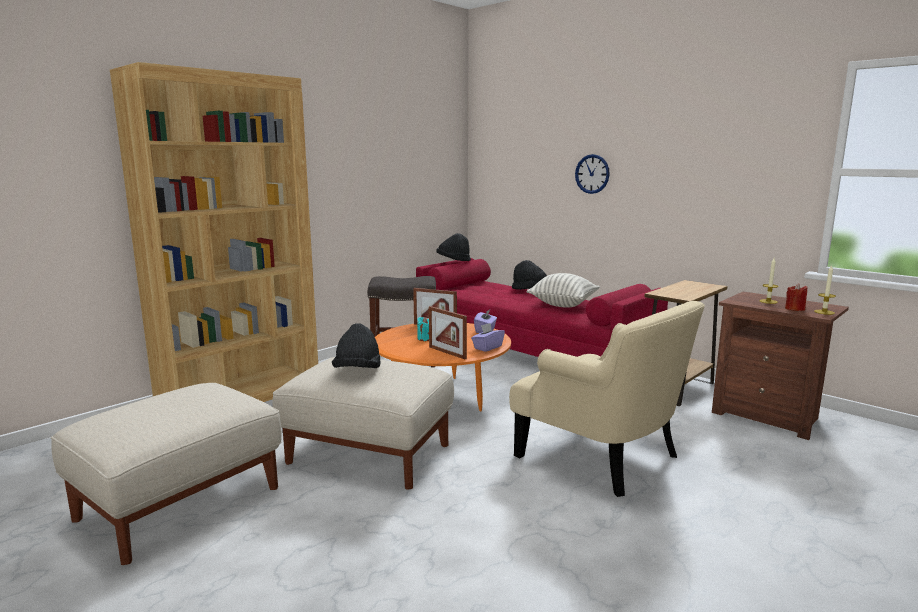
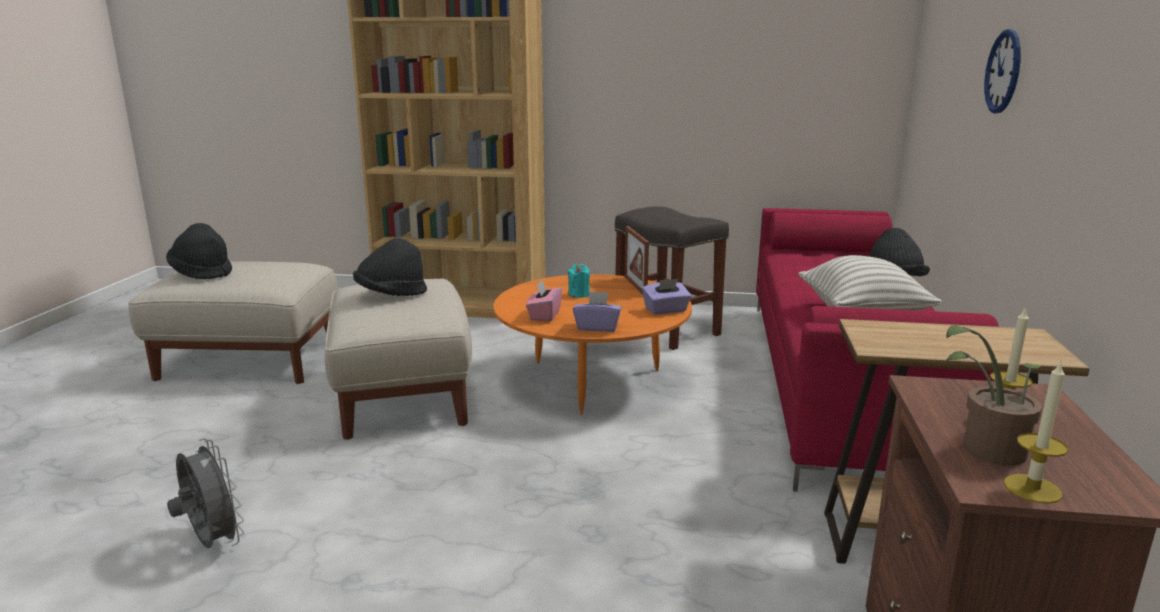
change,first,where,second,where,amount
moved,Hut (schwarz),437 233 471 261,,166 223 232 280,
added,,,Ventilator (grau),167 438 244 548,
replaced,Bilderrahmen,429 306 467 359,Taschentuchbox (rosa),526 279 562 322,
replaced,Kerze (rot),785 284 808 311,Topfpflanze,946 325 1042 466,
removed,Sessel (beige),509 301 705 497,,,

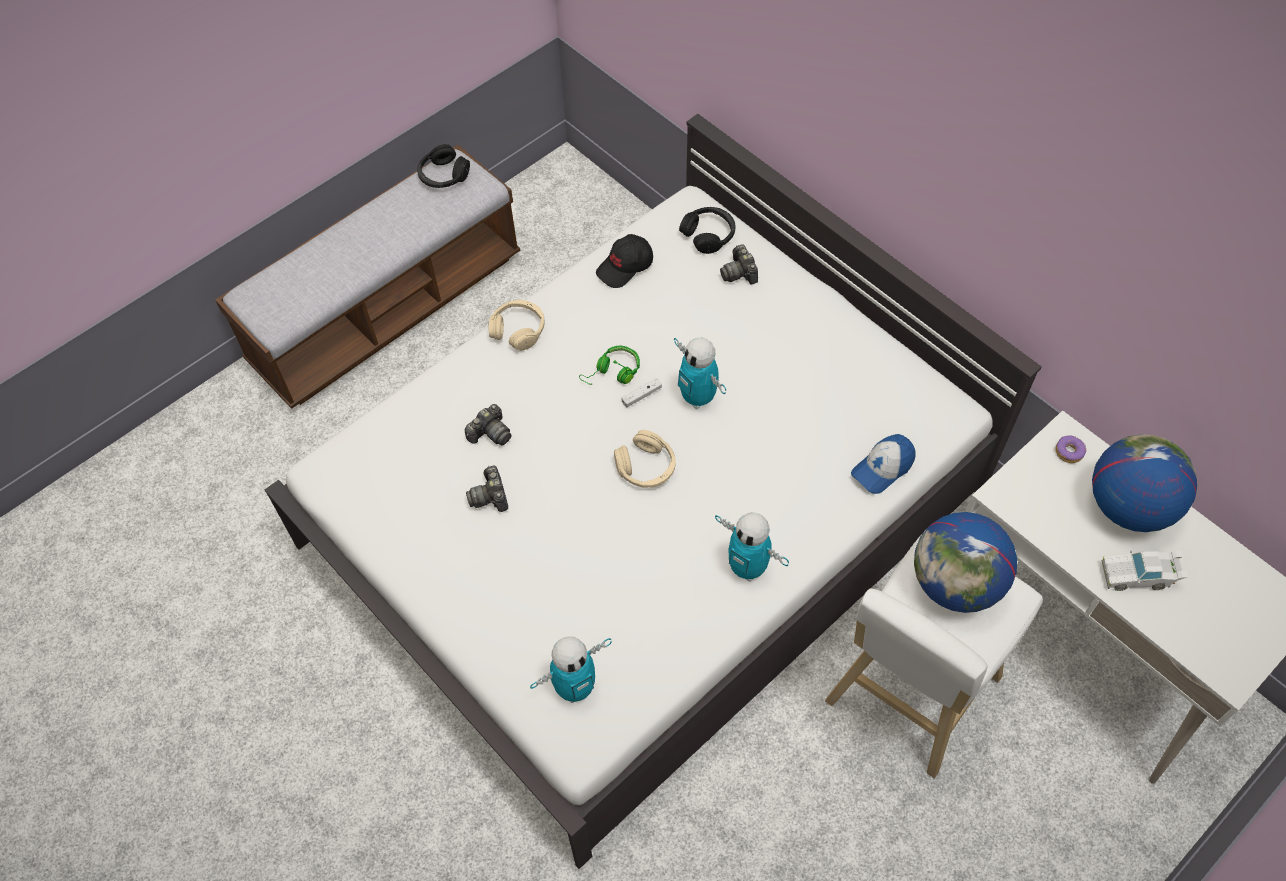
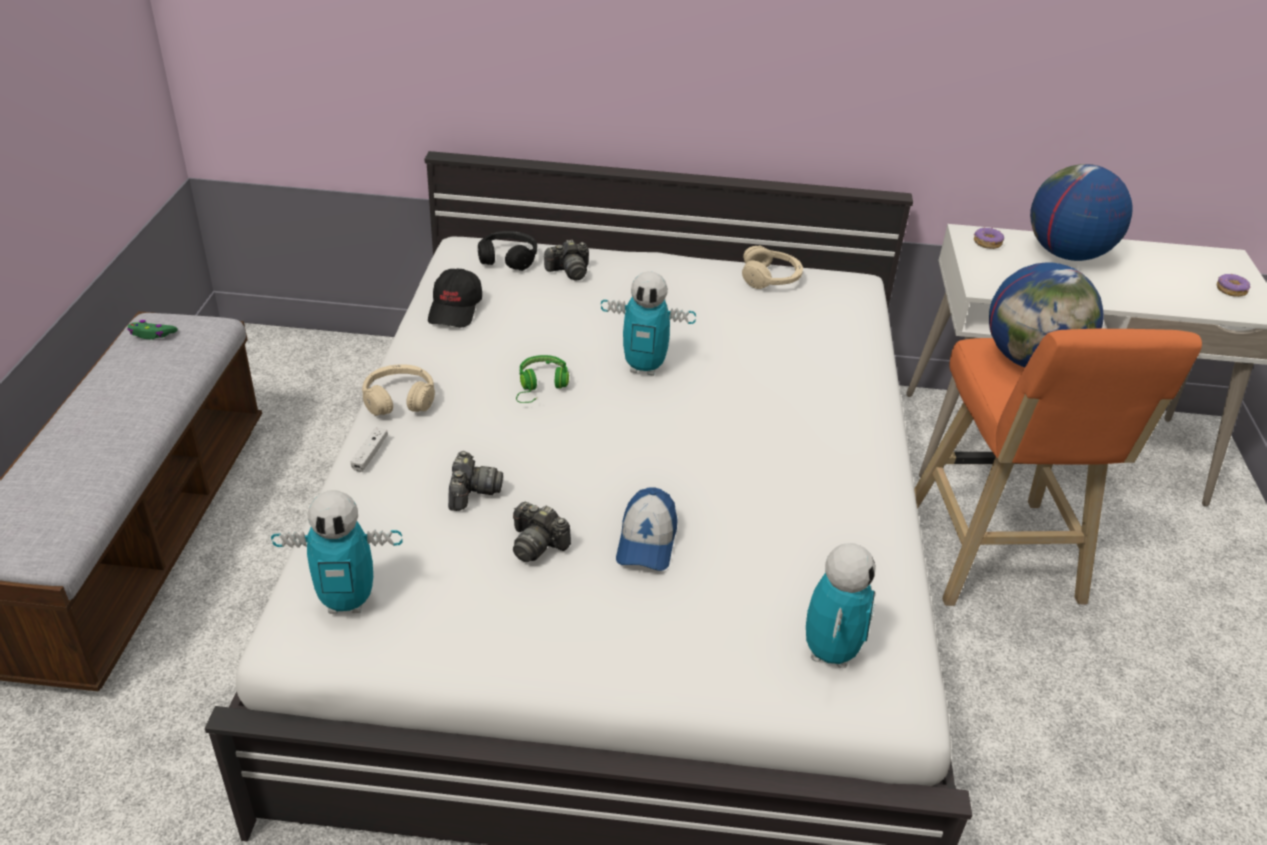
change,first,where,second,where,amount
replaced,Kopfhörer (schwarz),417 144 470 188,Gamepad (grün),127 320 178 339,
moved,Spielzeugroboter,715 512 789 582,,271 490 402 614,
moved,Gamepad (weiß),621 378 662 408,,351 428 388 472,
turned,Kamera,720 244 758 284,,544 239 589 280,45 degrees counterclockwise
moved,Kappe,851 434 916 494,,616 487 678 571,
moved,Kopfhörer (beige),614 430 676 488,,742 245 803 289,
recoloured,Hocker (weiß),825 532 1043 778,Hocker (orange),914 329 1202 606,
added,,,Donut,1217 274 1250 297,
removed,Spielzeugauto (weiß),1102 550 1188 591,,,

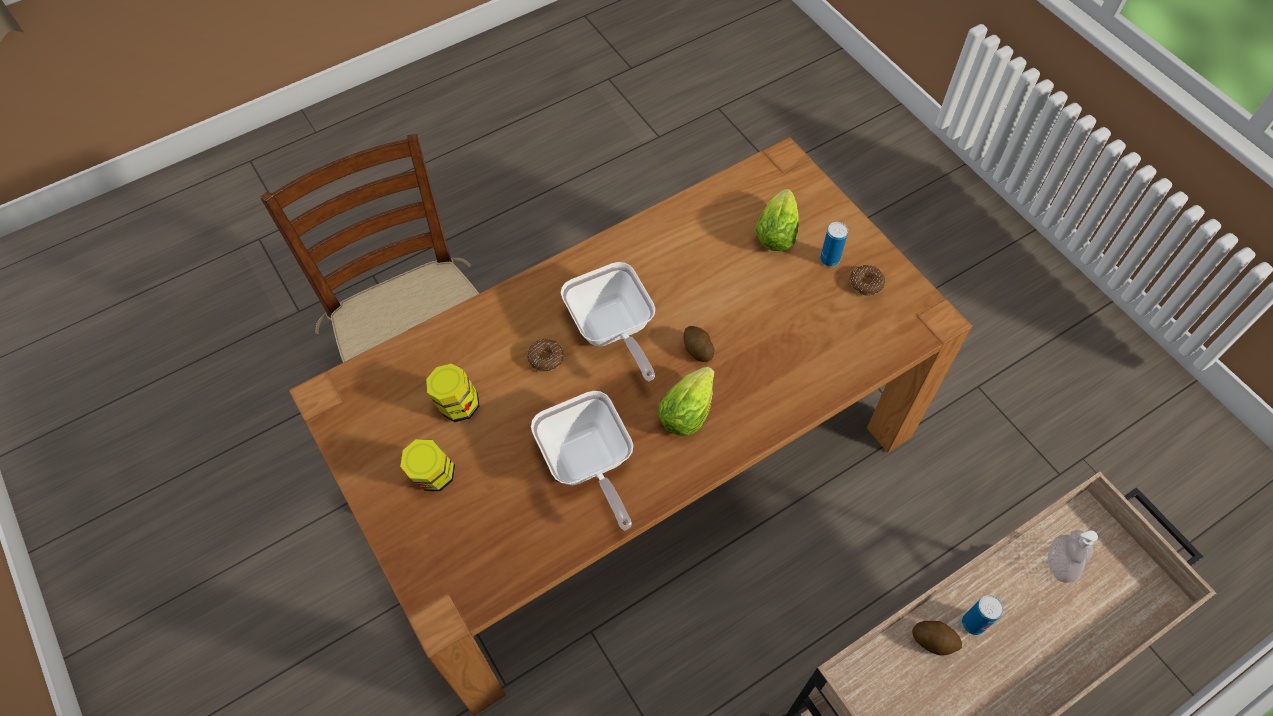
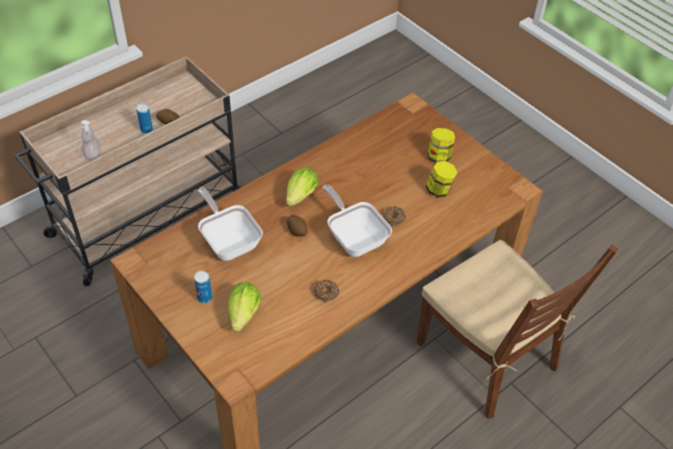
change,first,where,second,where,amount
moved,Pfanne,531 391 633 530,,198 188 263 261,
moved,Donut,850 265 885 296,,314 280 339 302,

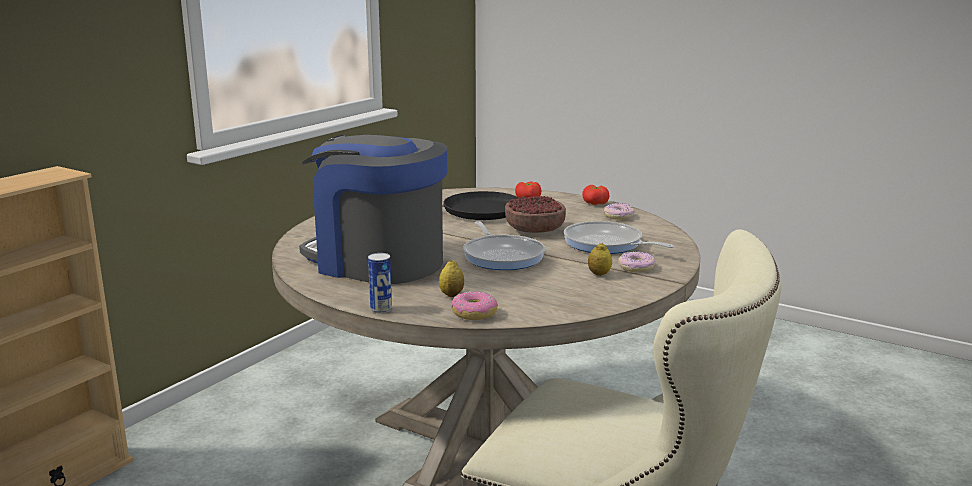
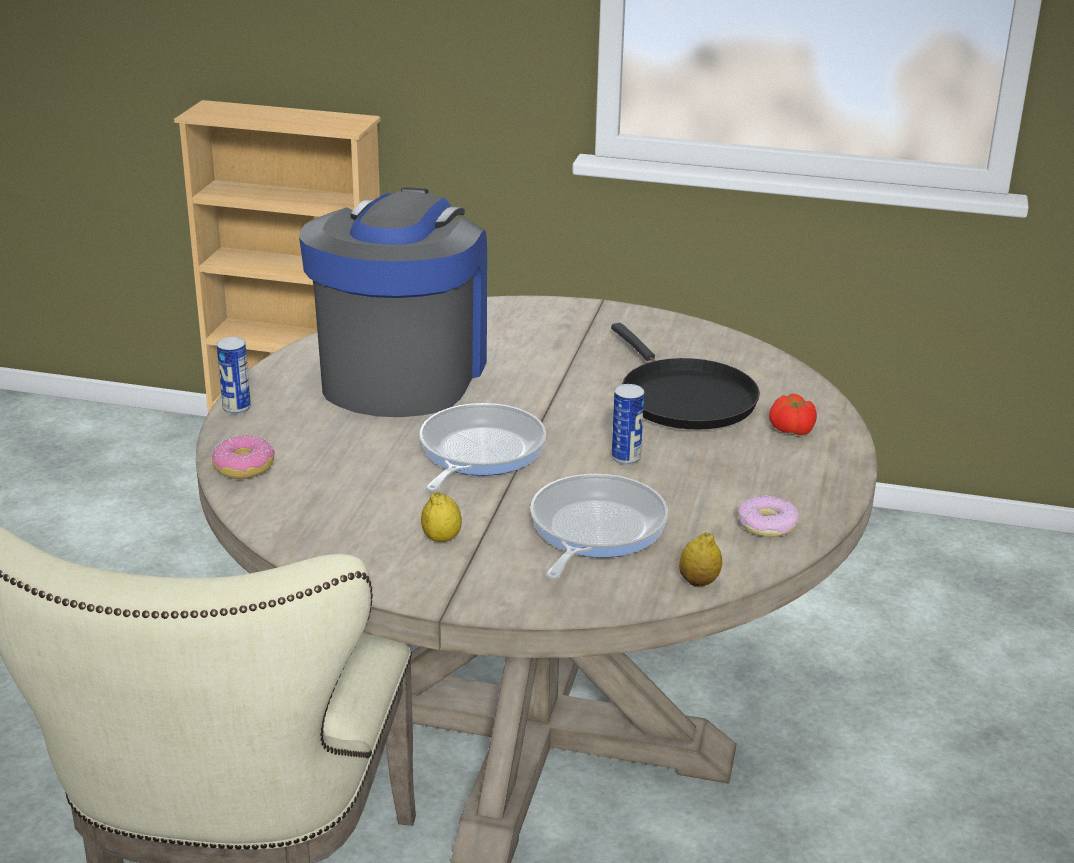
change,first,where,second,where,amount
turned,Pfanne,464 221 545 270,,419 403 546 492,150 degrees clockwise
replaced,Schüssel,505 196 566 233,Dose,612 384 644 465,
moved,Zitrone,439 260 464 297,,679 532 722 586,
removed,Tomate,582 185 609 205,,,
removed,Donut,618 251 655 273,,,

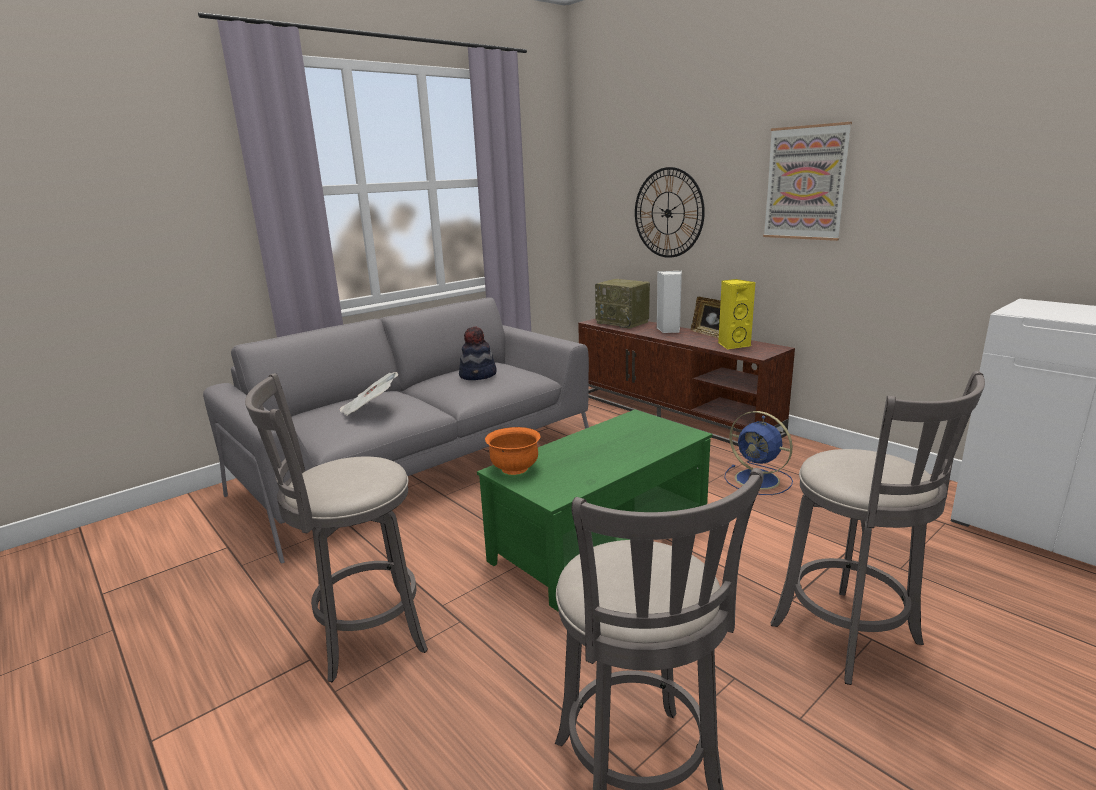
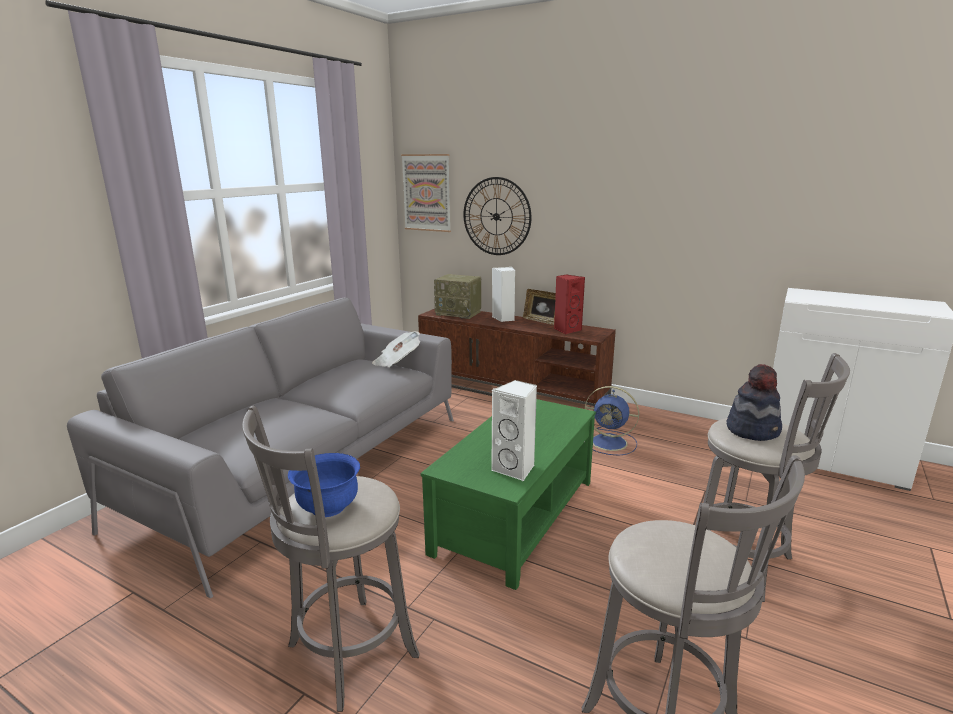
change,first,where,second,where,amount
added,,,Schüssel (blau),288 453 360 517,
moved,Zeitung,339 372 398 416,,372 331 420 367,
moved,Bild,763 122 852 241,,401 154 451 232,
added,,,Lautsprecher (weiß),491 380 537 481,
recoloured,Lautsprecher (gelb),718 279 755 349,Lautsprecher (rot),554 274 585 334,
moved,Hut,459 326 497 380,,726 364 782 441,
removed,Schüssel (orange),485 427 541 475,,,

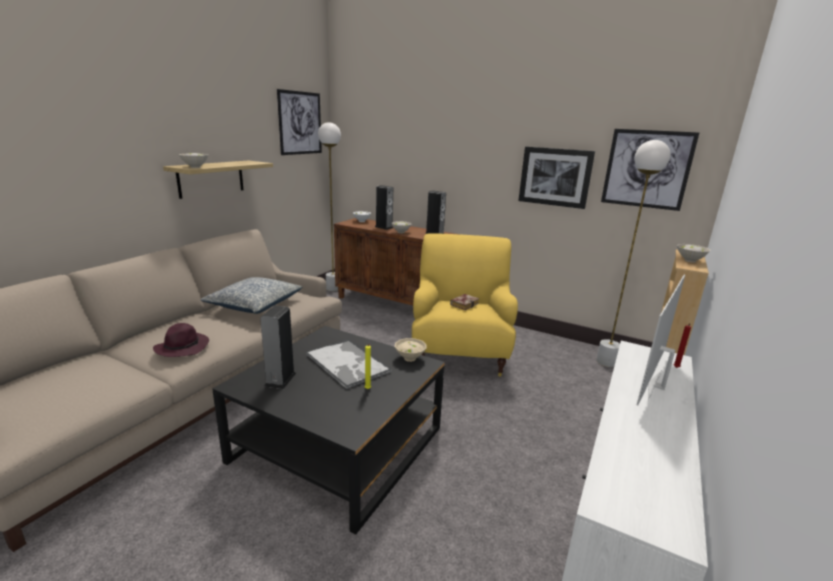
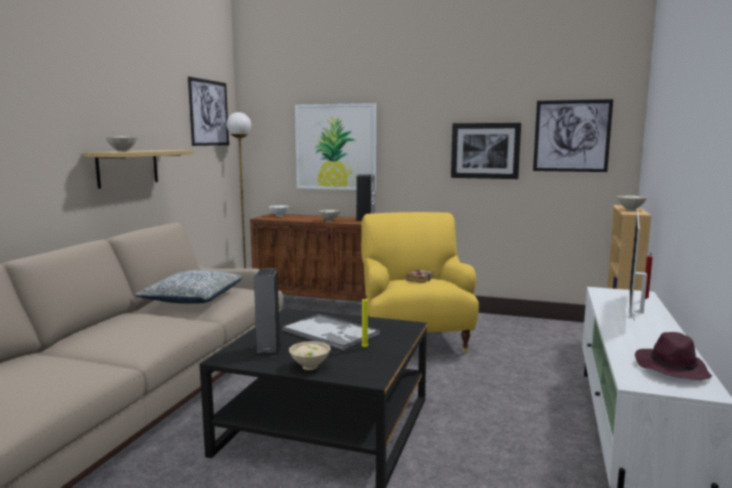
change,first,where,second,where,amount
moved,Schüssel (beige),395 338 426 362,,289 341 331 370,
added,,,Bild,295 103 376 190,
moved,Hut (lila),153 323 209 357,,635 332 712 380,
removed,Lautsprecher,375 185 393 230,,,
removed,Stehlampe (weiß),596 140 670 367,,,

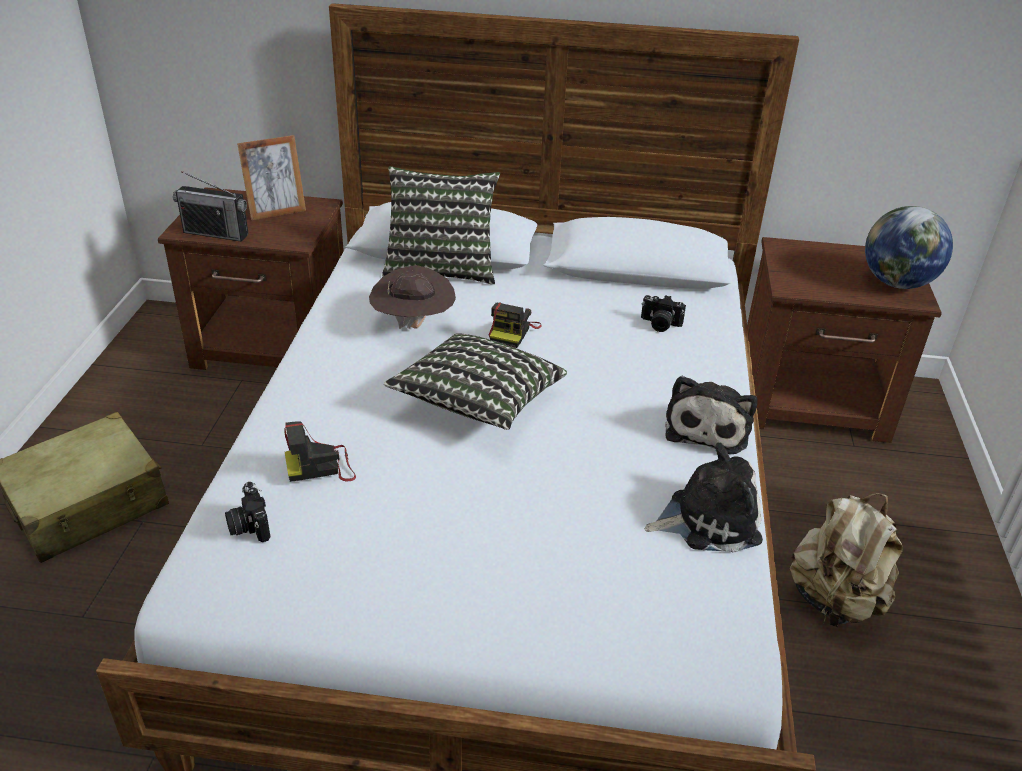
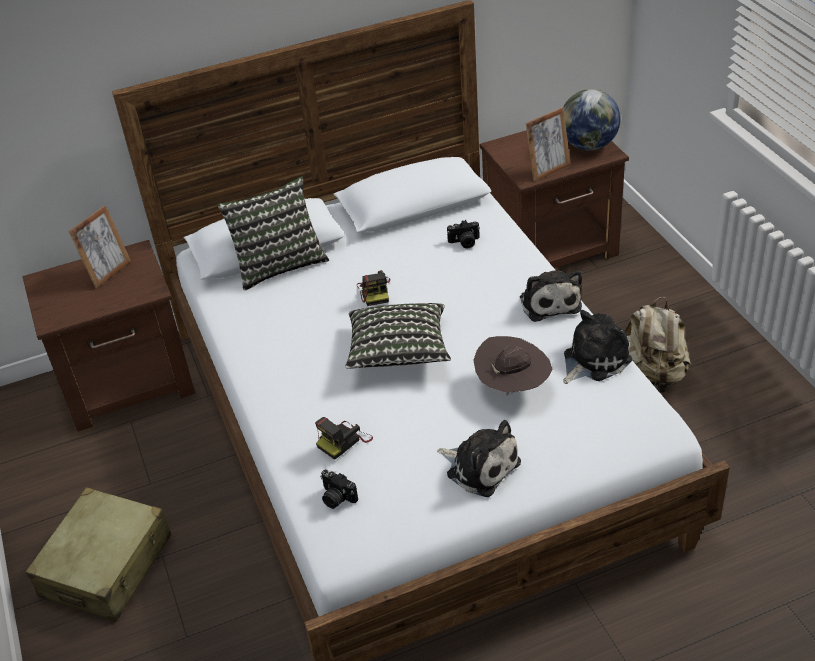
change,first,where,second,where,amount
added,,,Plüschtier,437 420 521 497,
moved,Hut (braun),369 265 456 329,,473 336 553 395,
added,,,Bilderrahmen,526 107 570 182,
removed,Radio,173 171 248 242,,,

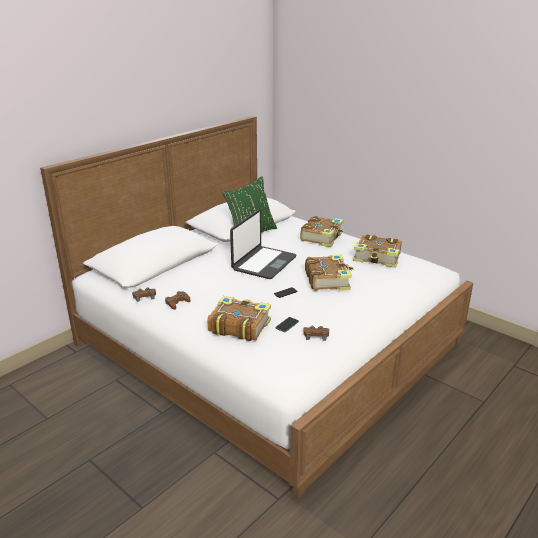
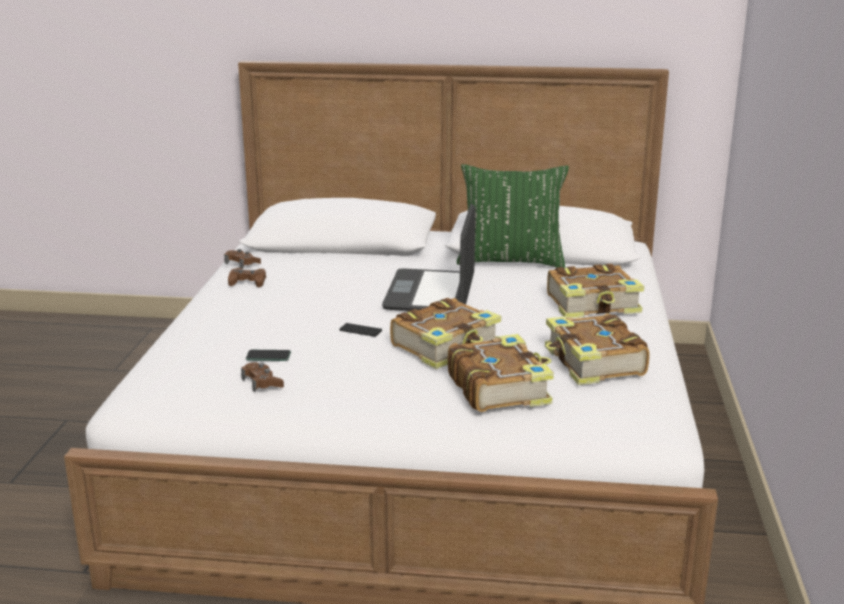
change,first,where,second,where,amount
turned,Laptop,230 209 297 279,,382 204 476 311,105 degrees clockwise
moved,Buch,207 296 271 341,,448 334 554 412,

